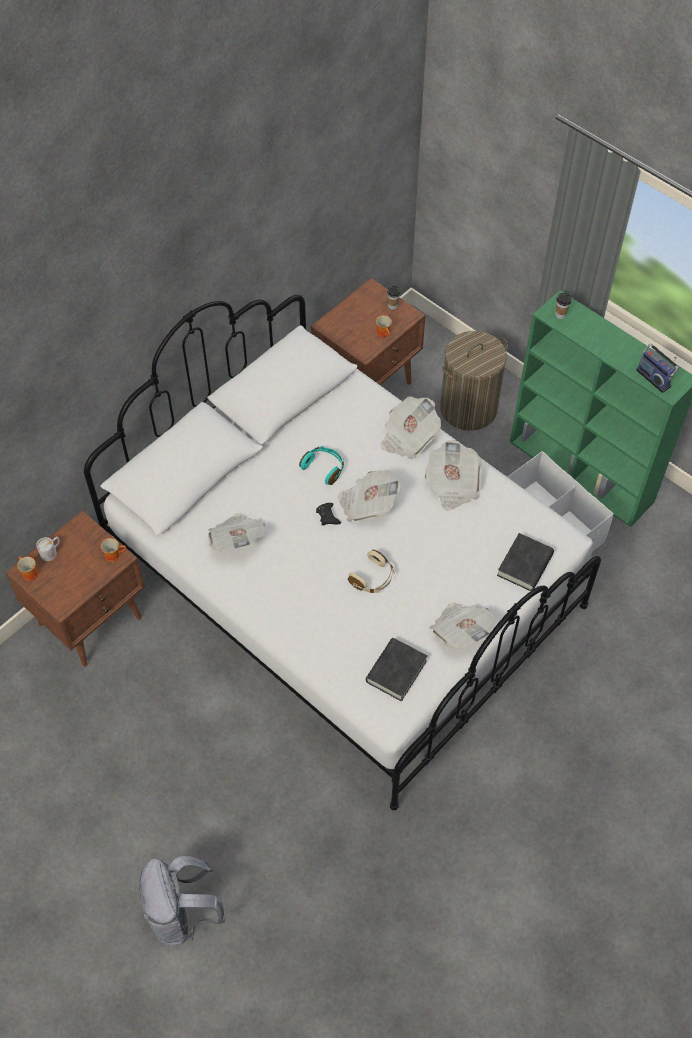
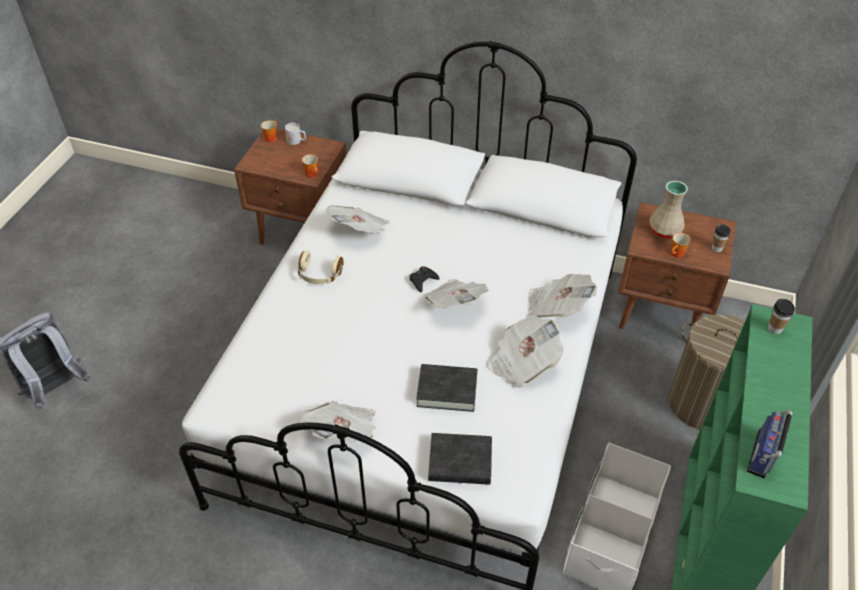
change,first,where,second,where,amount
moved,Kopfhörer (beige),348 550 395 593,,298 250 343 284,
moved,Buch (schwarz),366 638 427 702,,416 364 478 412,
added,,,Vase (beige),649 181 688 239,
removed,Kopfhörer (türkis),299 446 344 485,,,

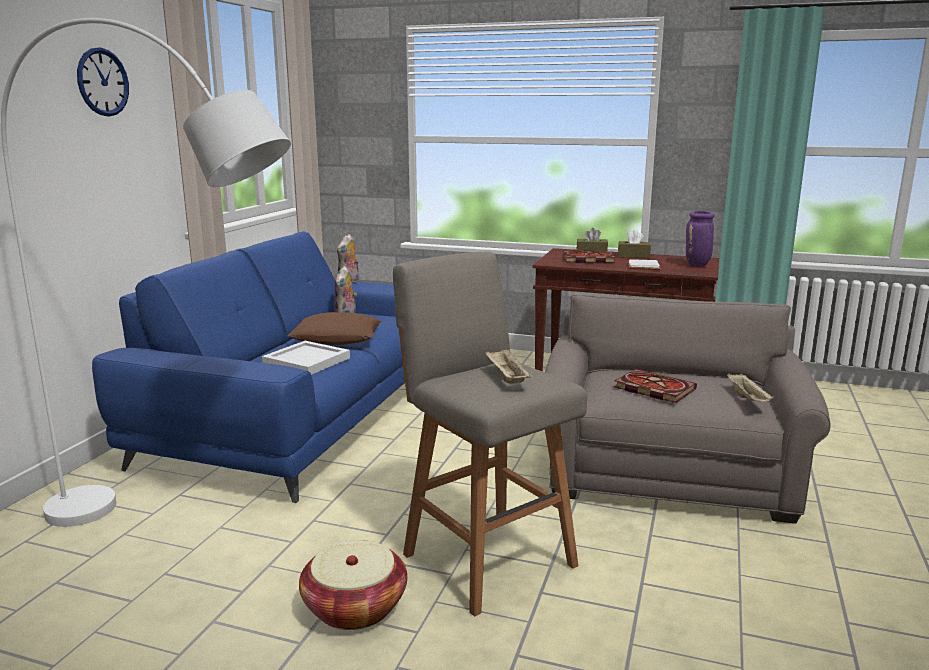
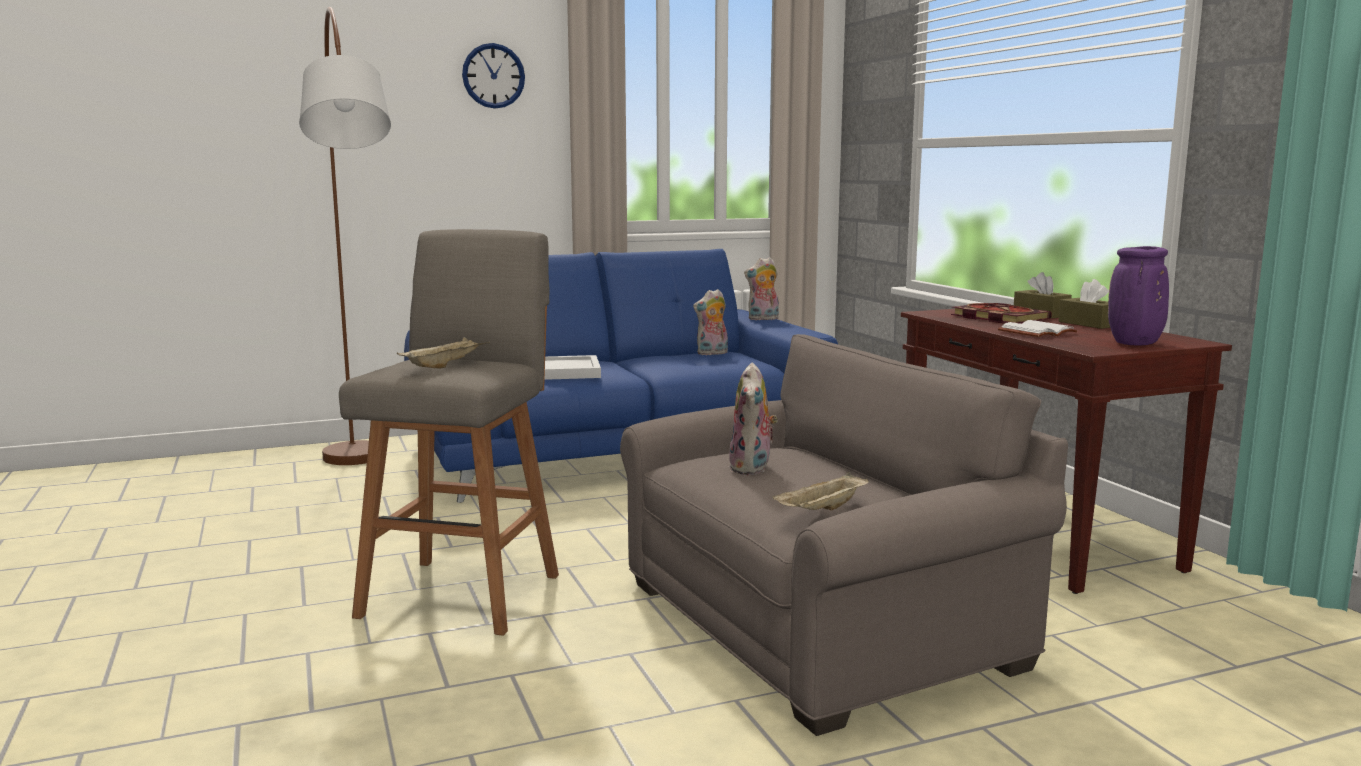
change,first,where,second,where,amount
recoloured,Stehlampe (weiß),1 18 291 527,Stehlampe (braun),299 7 391 465,
replaced,Buch,614 369 697 403,Plüschtier,729 363 778 475,
removed,Kissen (braun),287 312 381 345,,,
removed,Korb,299 540 407 630,,,

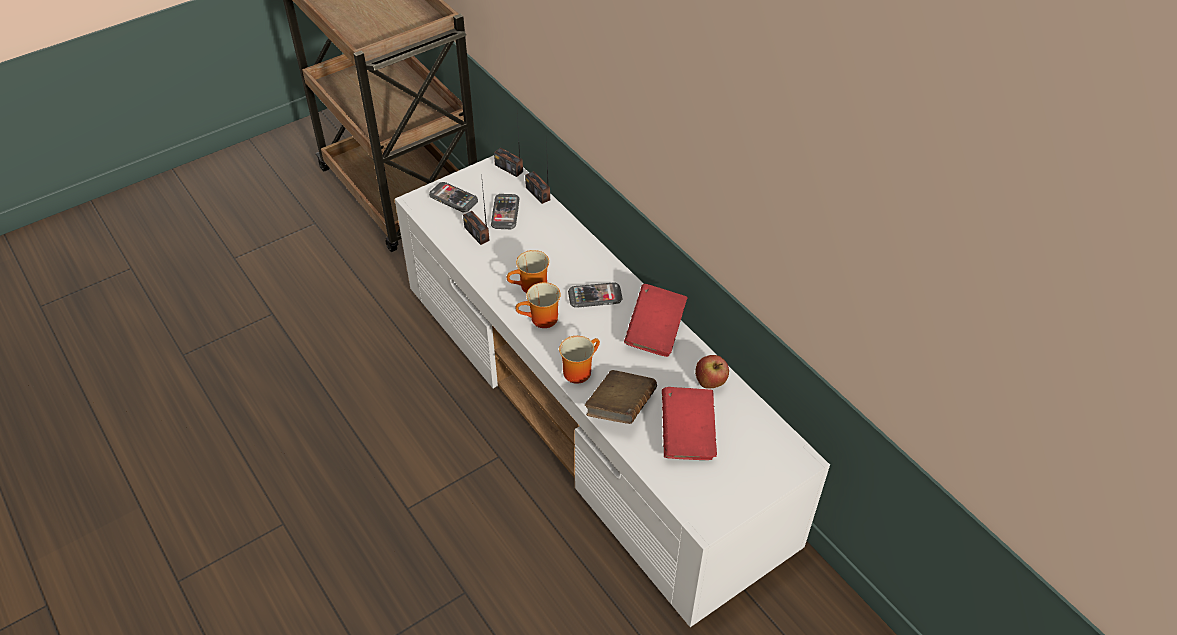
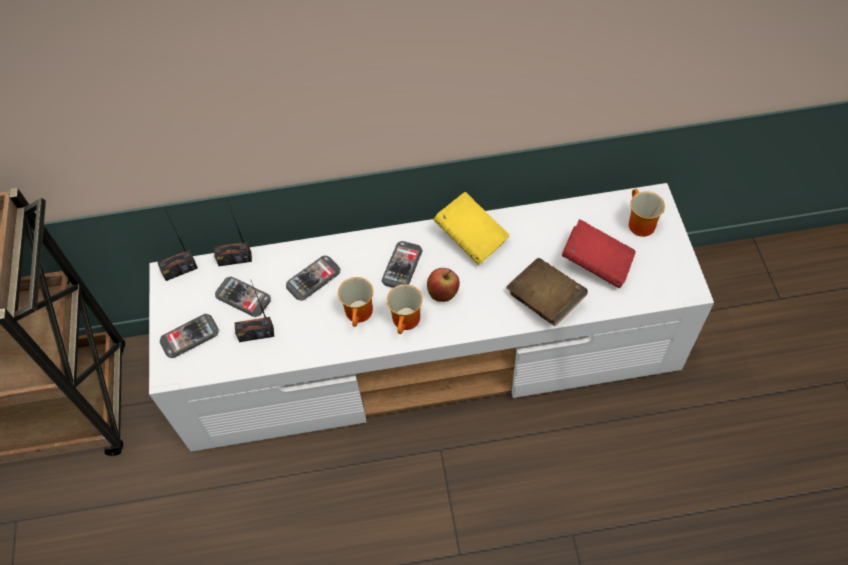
change,first,where,second,where,amount
added,,,Handy,286 256 340 300,
moved,Apfel,695 355 729 389,,427 268 460 302,
recoloured,Buch (rot),624 284 687 357,Buch (gelb),433 192 510 265,
moved,Henkelbecher,559 336 600 384,,629 189 665 237,

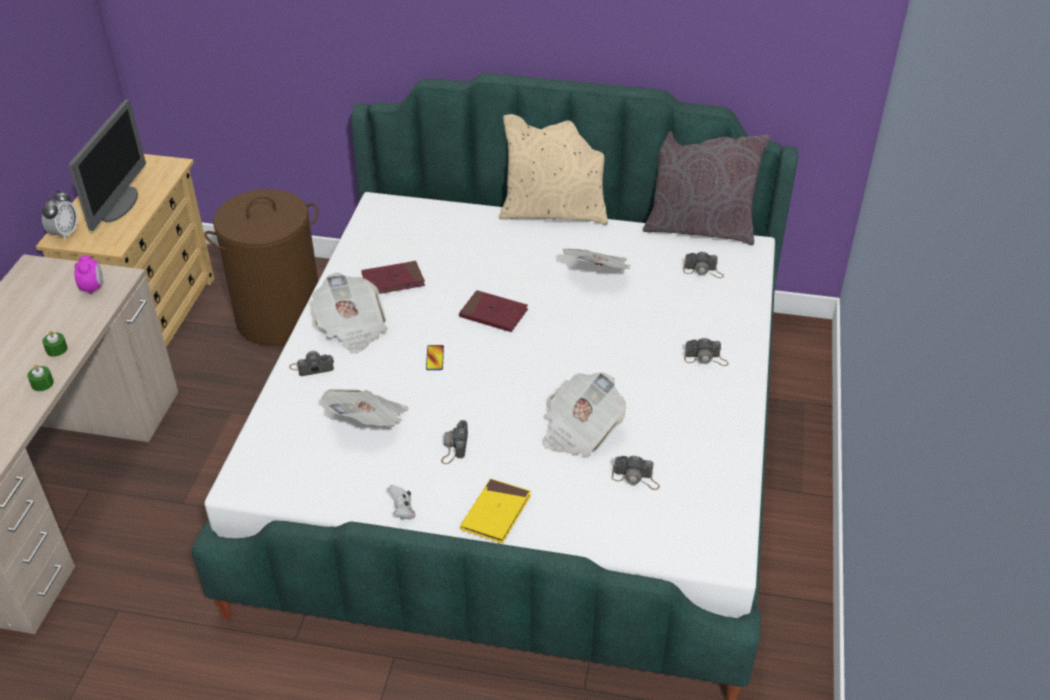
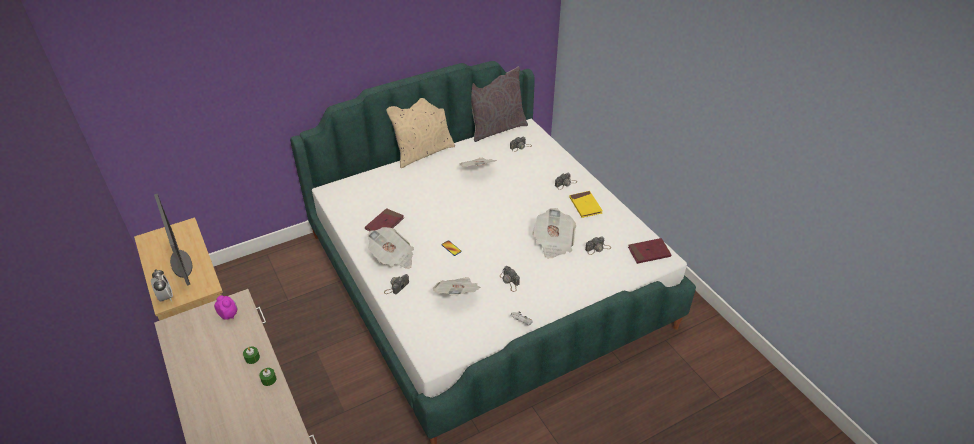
change,first,where,second,where,amount
moved,Buch (gelb),460 479 531 544,,569 191 603 218,
moved,Buch (rot),459 290 528 332,,628 238 671 264,
removed,Wäschekorb (braun),204 189 319 346,,,

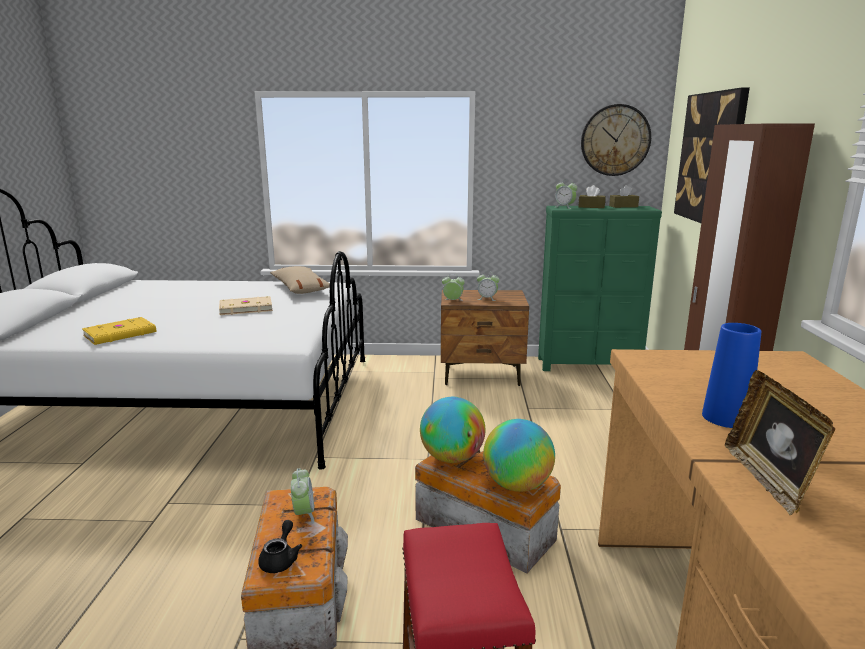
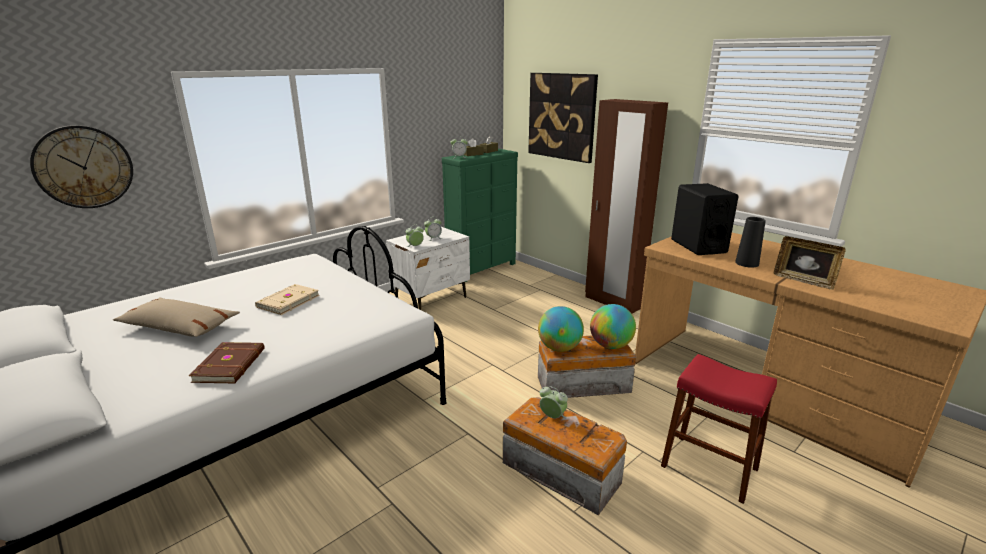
change,first,where,second,where,amount
moved,Wanduhr,581 104 651 176,,30 125 133 208,
moved,Kissen (beige),270 266 330 294,,113 297 240 337,
recoloured,Buch (gelb),82 317 156 345,Buch (braun),189 342 265 383,
recoloured,Nachttisch (braun),441 290 529 386,Nachttisch (weiß),386 227 470 310,
added,,,Lautsprecher (schwarz),671 183 739 255,
recoloured,Vase (blau),702 323 762 428,Vase (schwarz),735 217 766 268,
removed,Teekanne (schwarz),258 520 302 573,,,

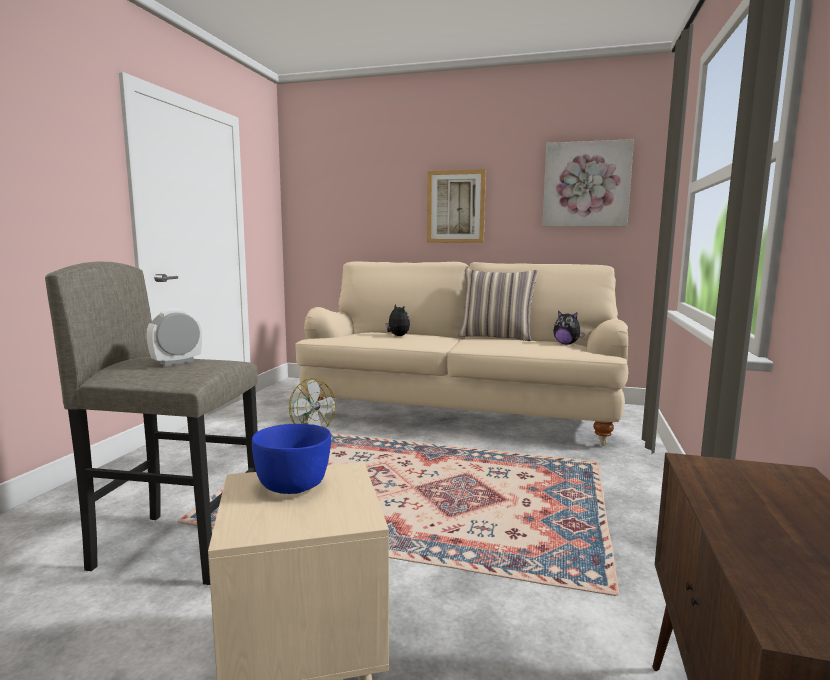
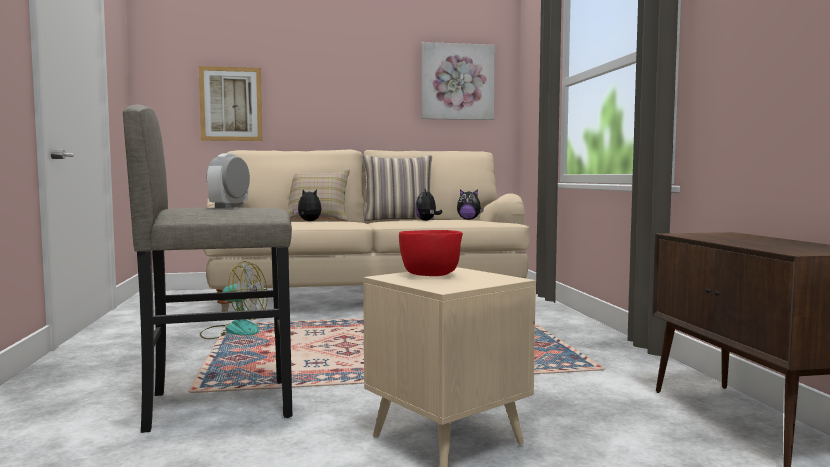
change,first,where,second,where,amount
moved,Bild,427 169 486 243,,199 66 262 141,
added,,,Kissen (beige),287 169 350 221,
recoloured,Schüssel (blau),252 424 331 494,Schüssel (rot),399 230 463 276,
added,,,Plüschtier,415 189 442 221,

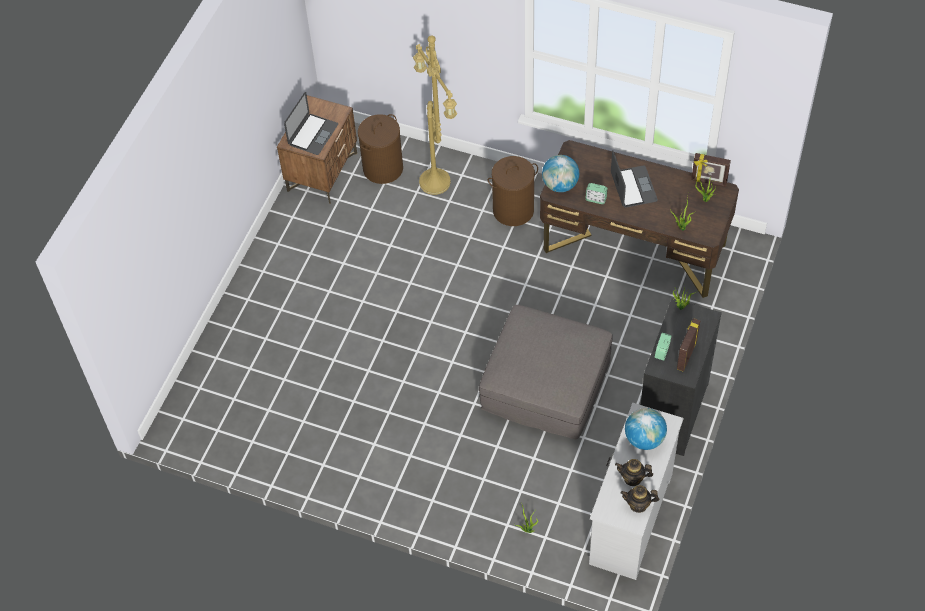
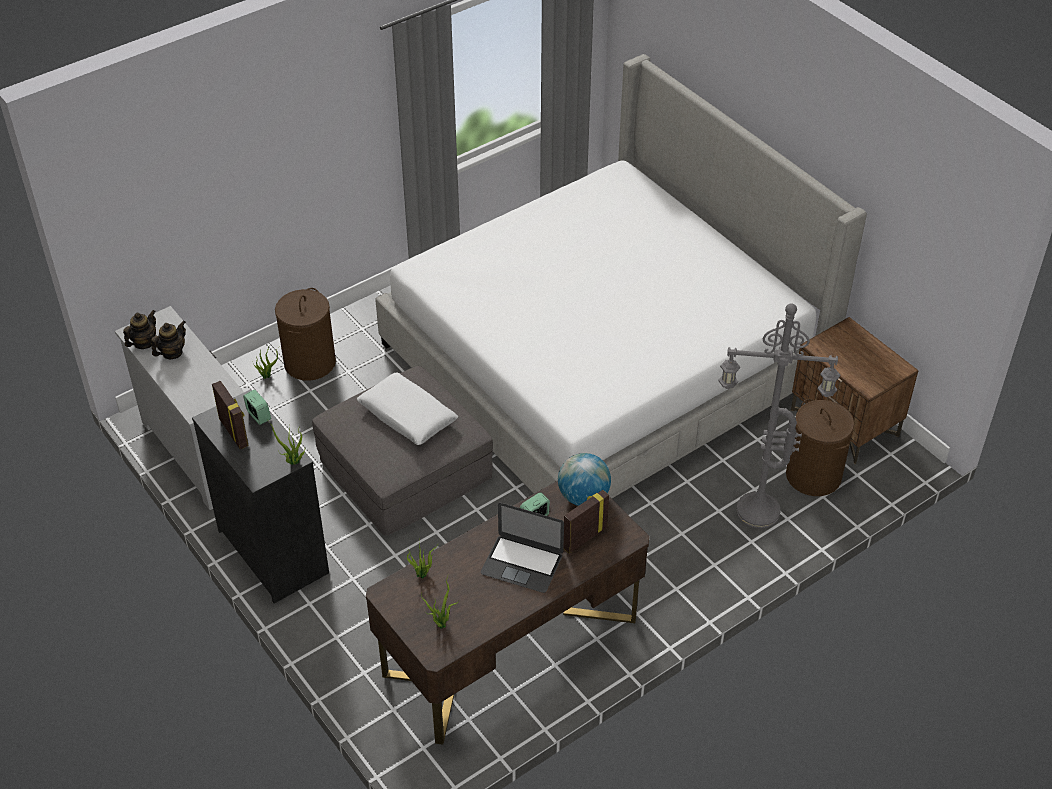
change,first,where,second,where,amount
moved,Wäschekorb (braun),488 156 538 226,,275 288 336 381,
added,,,Kissen (weiß),357 373 458 445,
added,,,Bett,375 54 867 499,
moved,Bilderrahmen,691 153 731 187,,564 490 609 554,
recoloured,Stehlampe (gelb),413 35 457 195,Stehlampe (grau),718 303 840 529,
removed,Laptop,284 92 338 155,,,
removed,Globus,625 408 667 450,,,

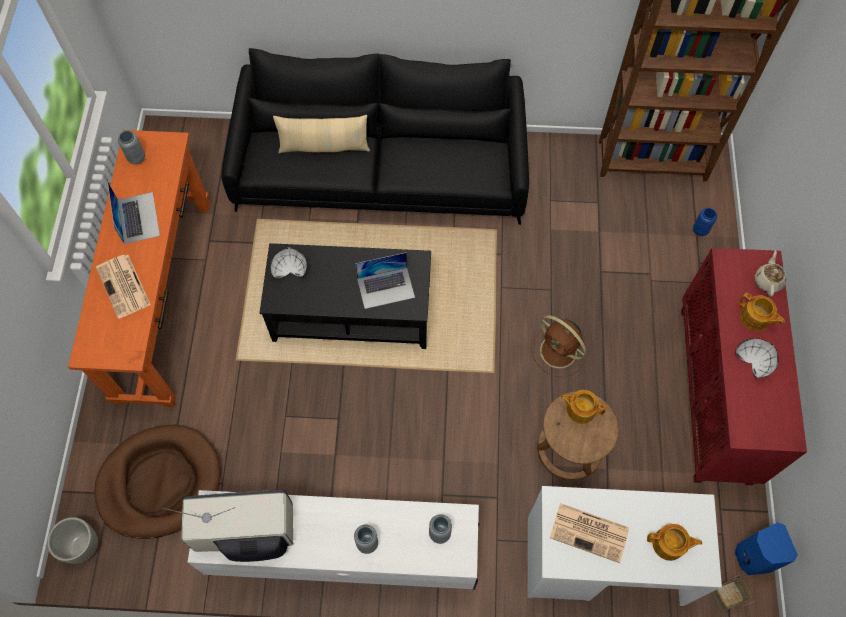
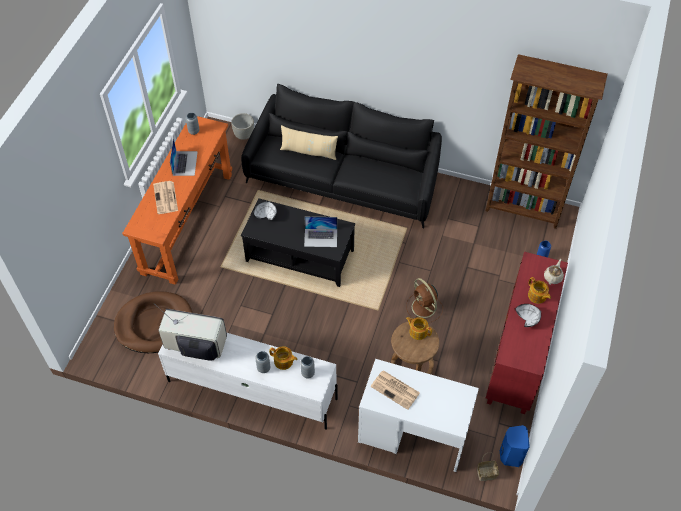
change,first,where,second,where,amount
moved,Pflanzkübel (grau),47 517 98 564,,231 113 254 140,
moved,Teekanne,647 524 702 561,,269 346 298 370,

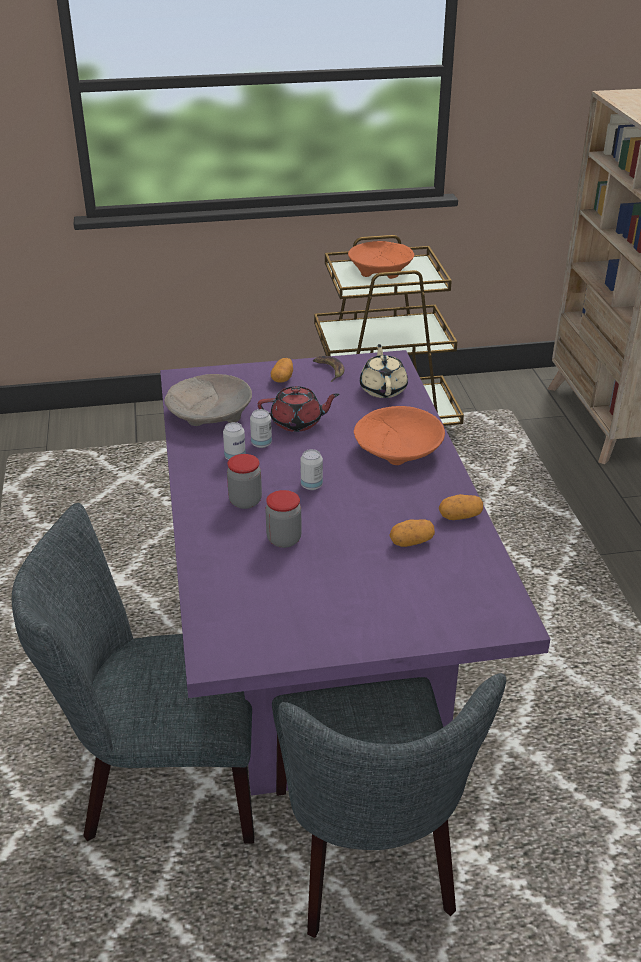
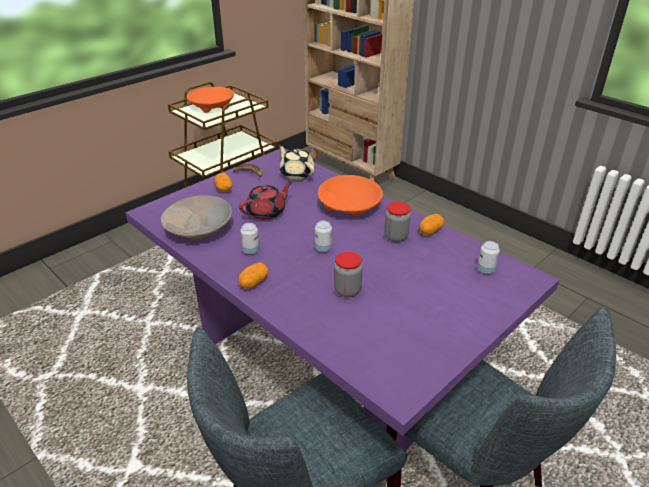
change,first,where,second,where,amount
moved,Kartoffel,389 519 435 547,,238 262 269 289,
moved,Vorratsglas,227 454 262 509,,384 202 411 242,
moved,Dose,250 409 272 448,,477 241 500 274,

